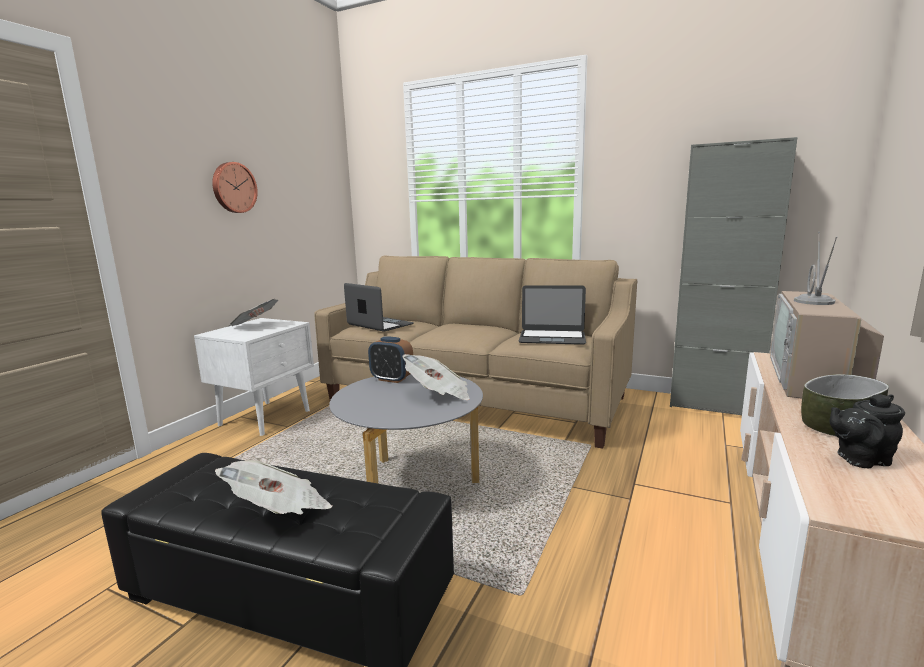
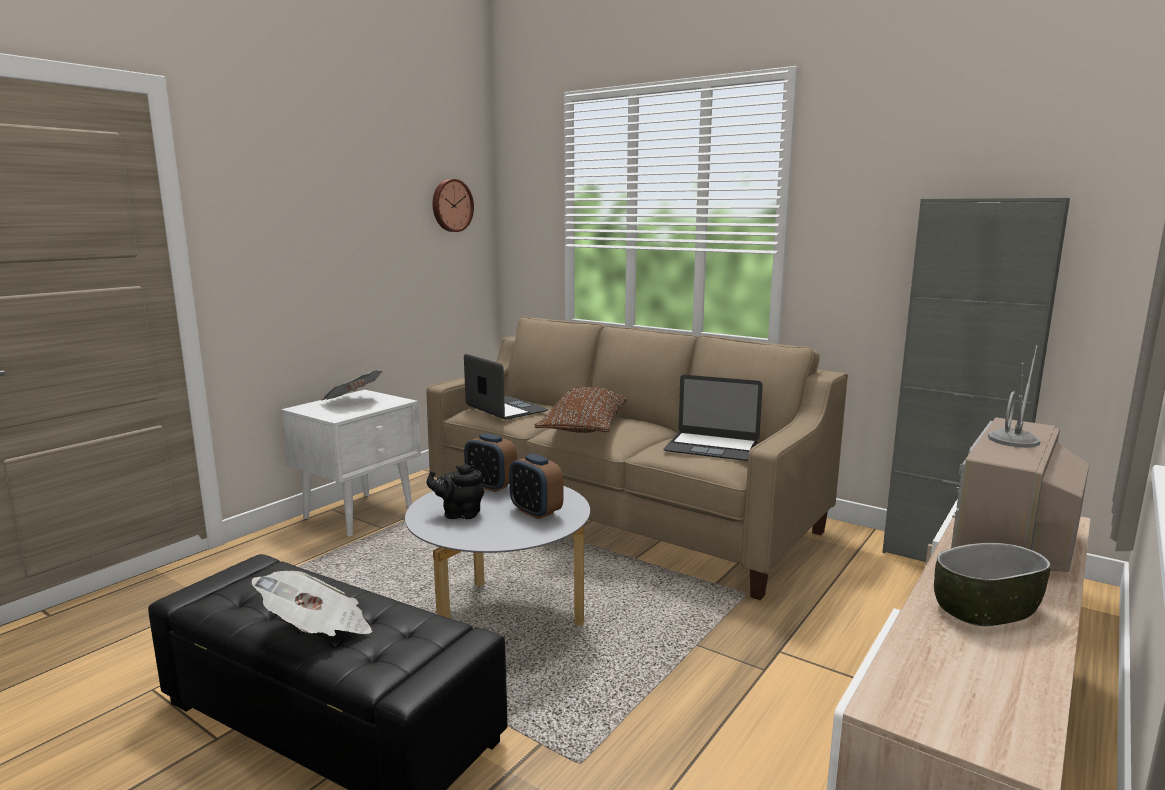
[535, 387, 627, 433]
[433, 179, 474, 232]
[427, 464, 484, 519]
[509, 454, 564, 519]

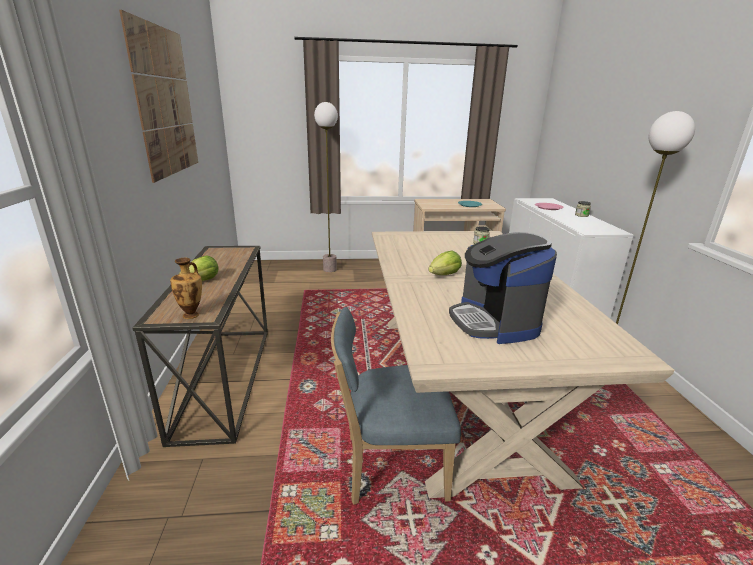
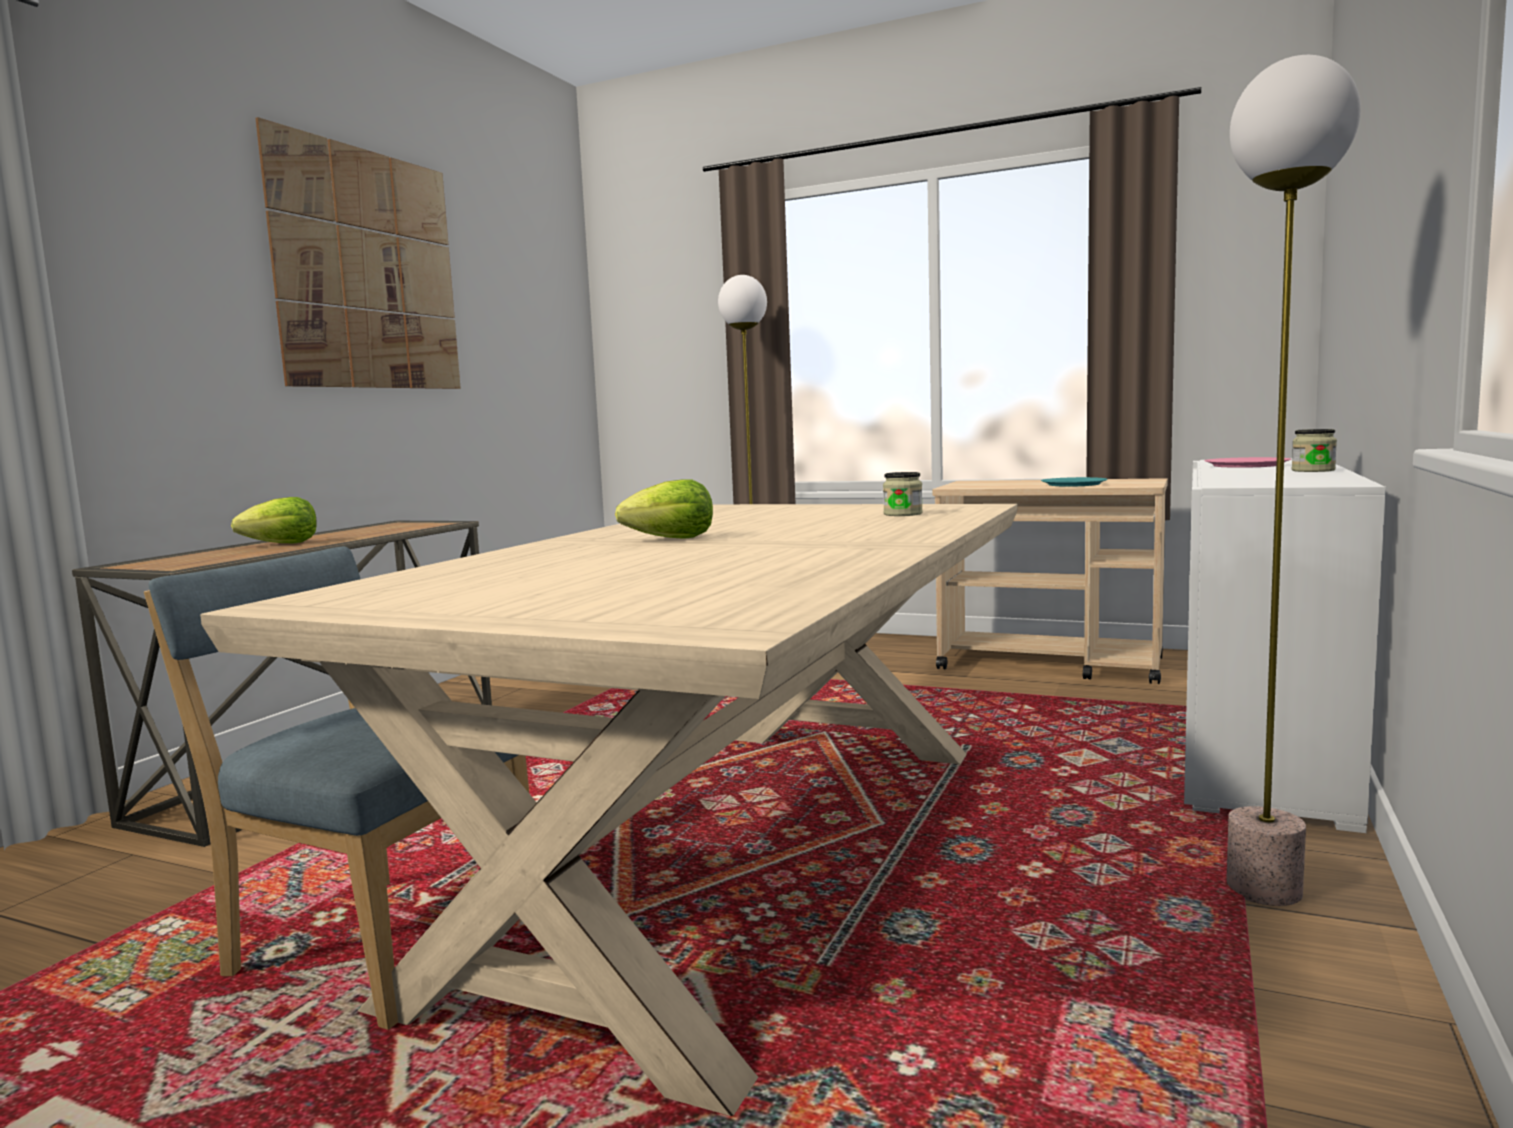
[170, 258, 202, 319] (first image)
[449, 232, 557, 344] (first image)

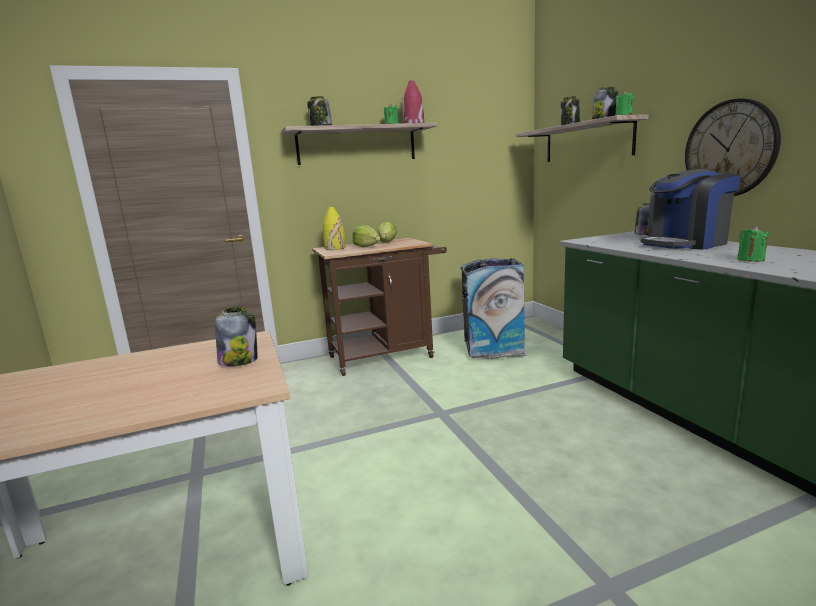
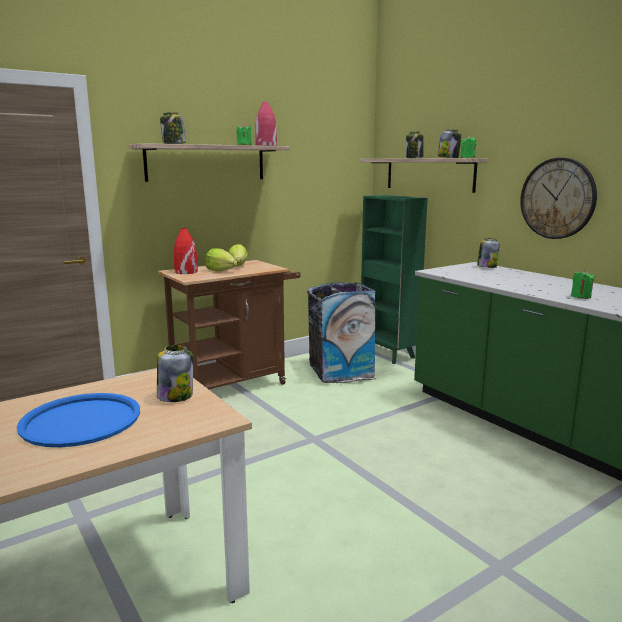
[641, 169, 741, 250] (first image)
[17, 393, 140, 447]
[361, 195, 428, 364]
[174, 228, 198, 274]

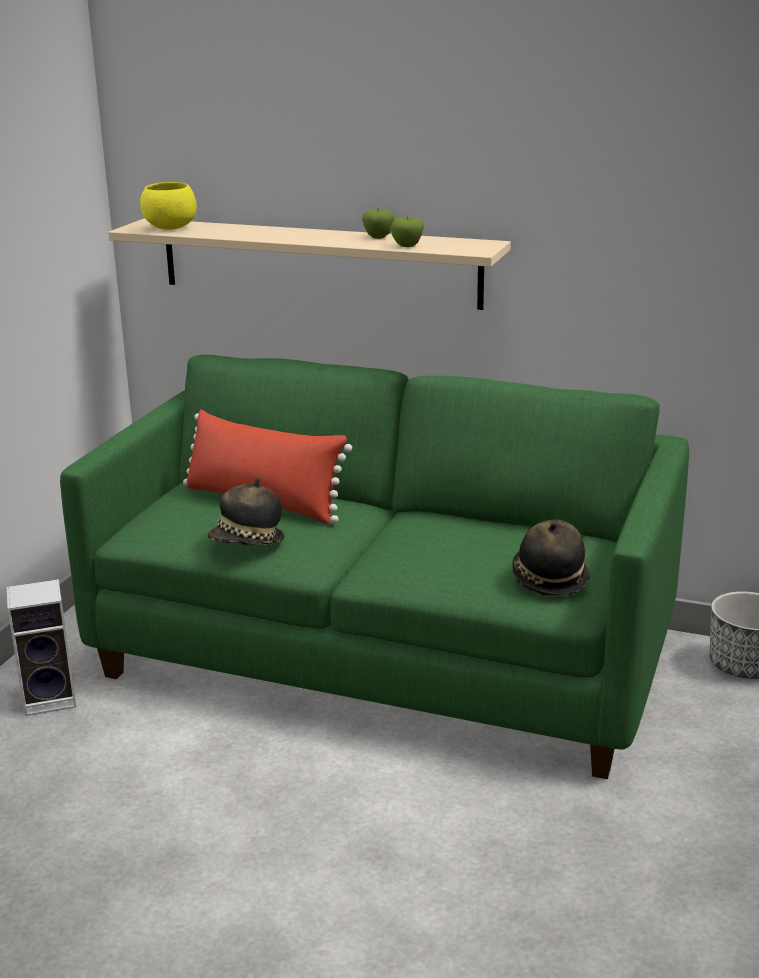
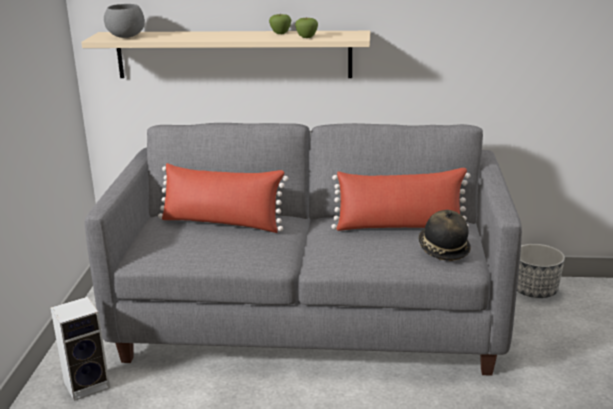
[208, 478, 284, 545] (first image)
[331, 168, 470, 231]
[85, 123, 522, 376]
[104, 4, 145, 38]

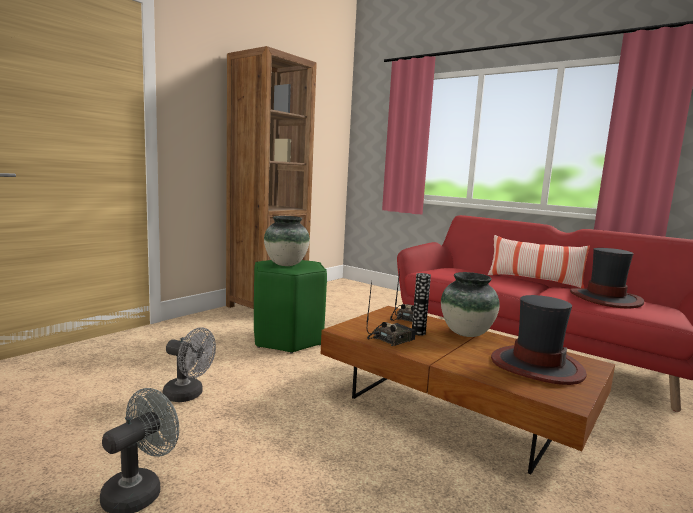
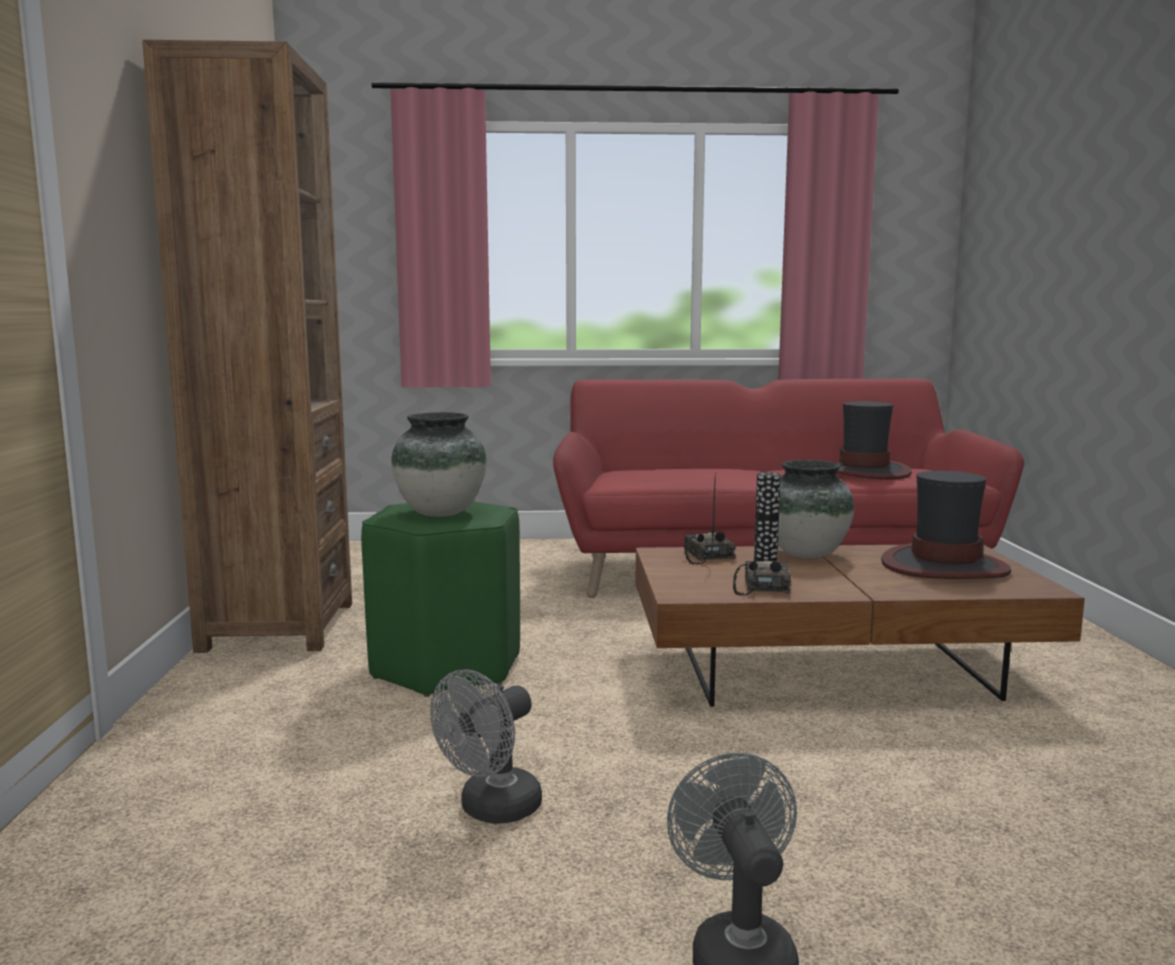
[488, 235, 590, 288] (first image)
[430, 669, 542, 824]

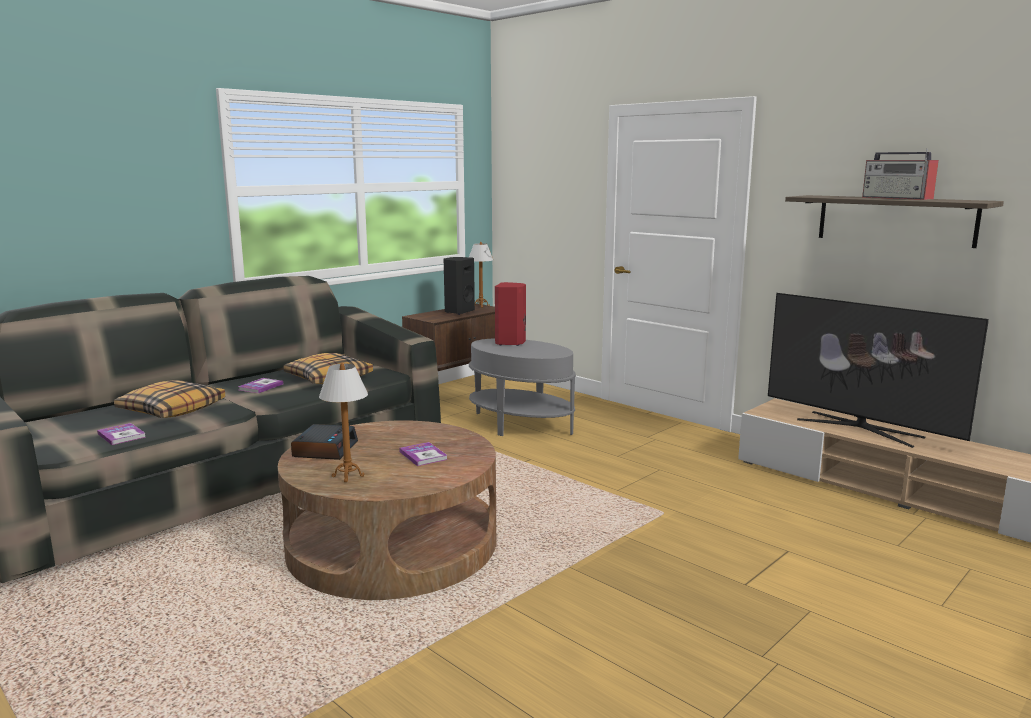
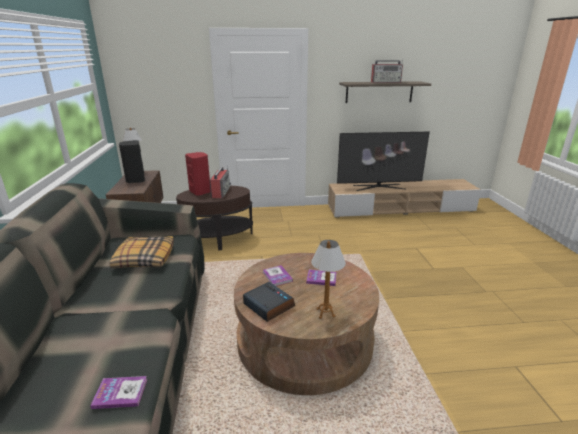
[114, 380, 225, 418] (first image)
[210, 165, 231, 199]
[263, 265, 293, 286]
[176, 186, 253, 251]

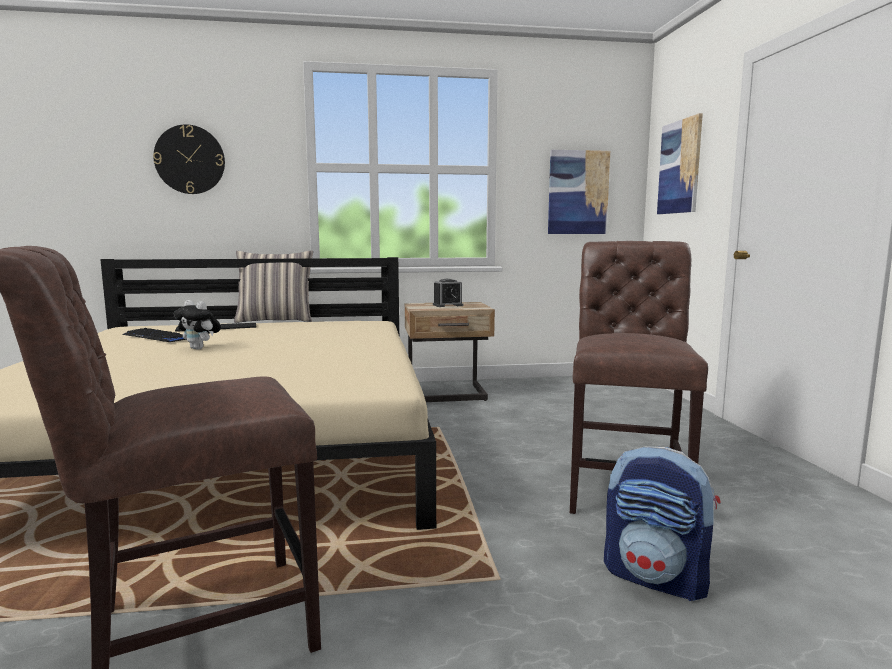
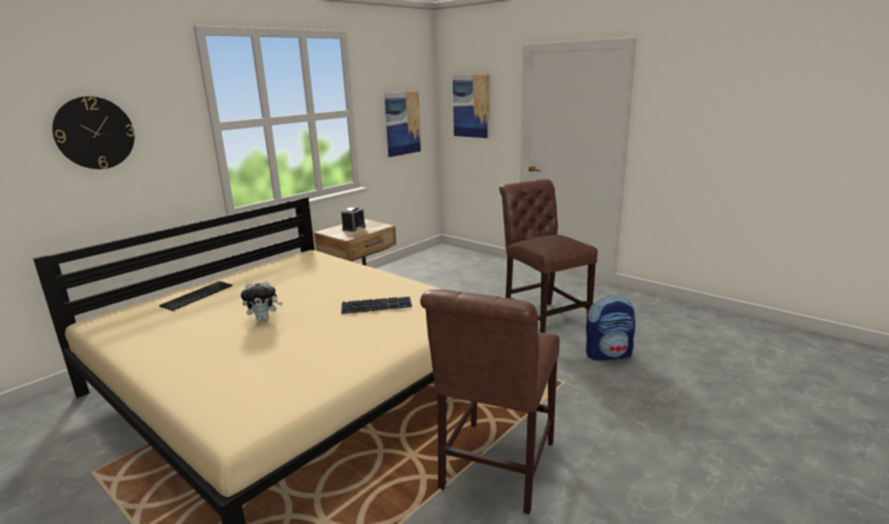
[234, 251, 313, 323] (first image)
[341, 297, 412, 314]

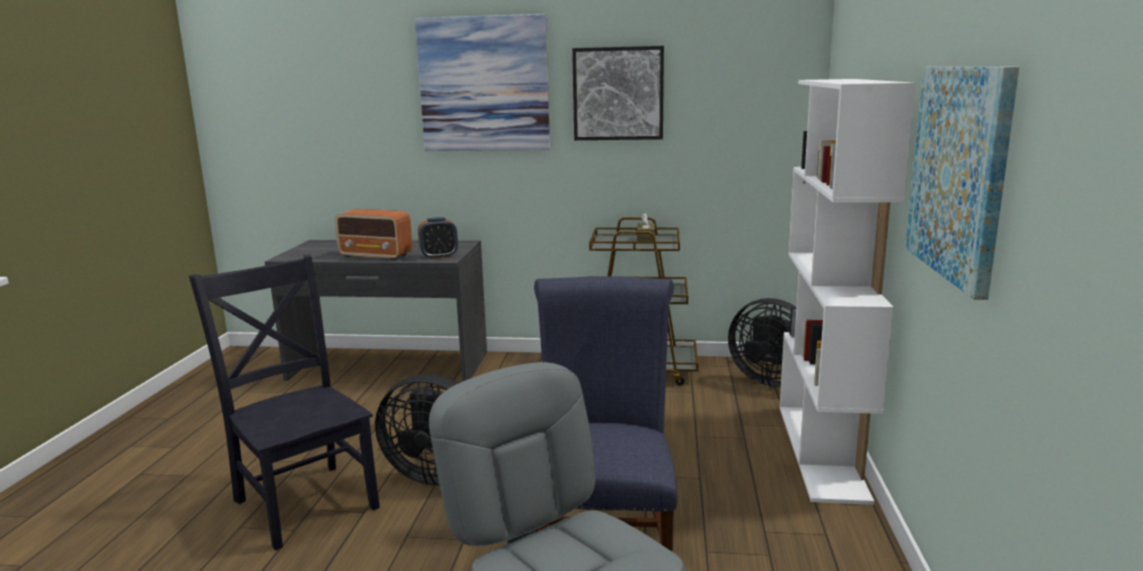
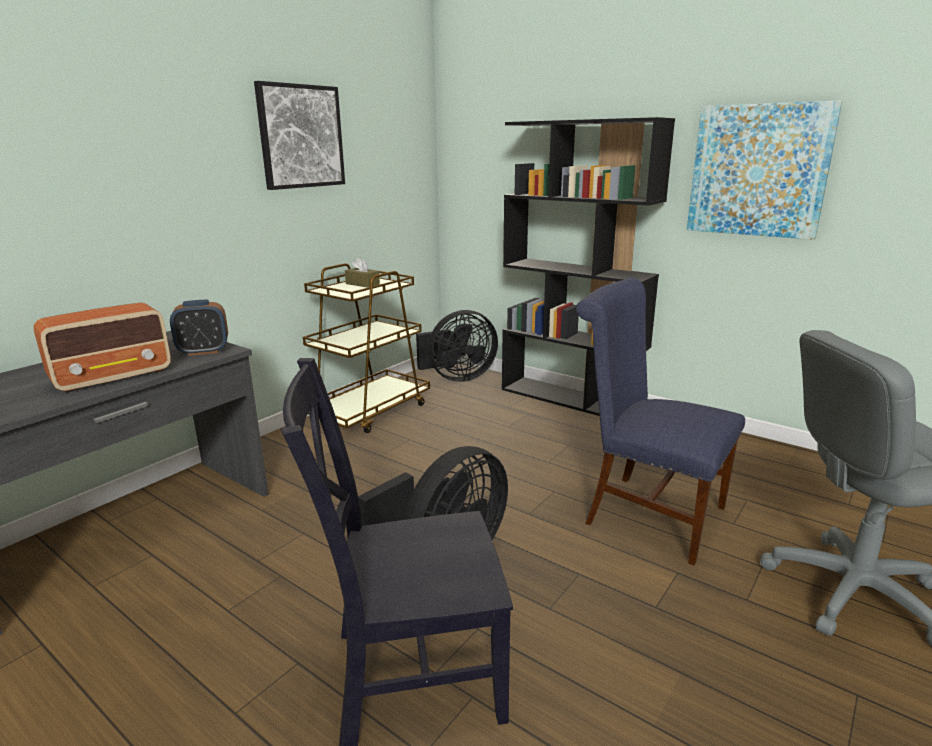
[415, 14, 550, 151] (first image)
[502, 117, 675, 416]
[170, 300, 228, 356]

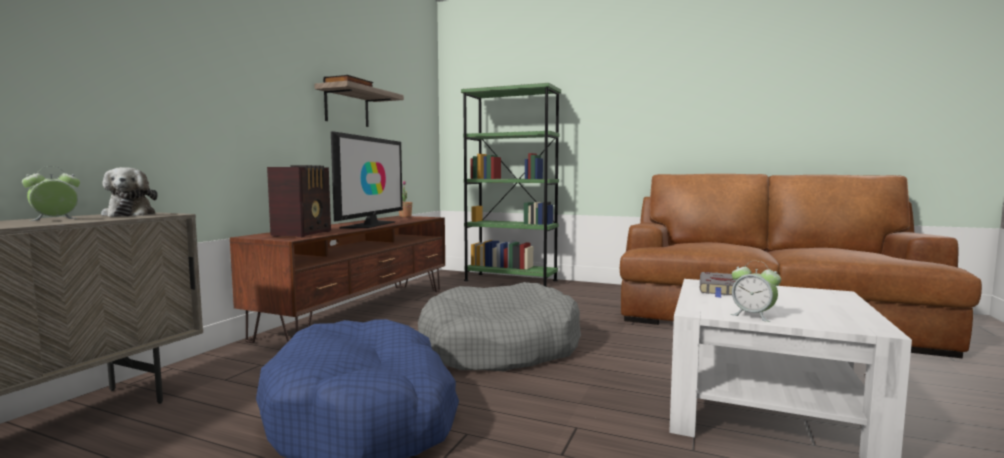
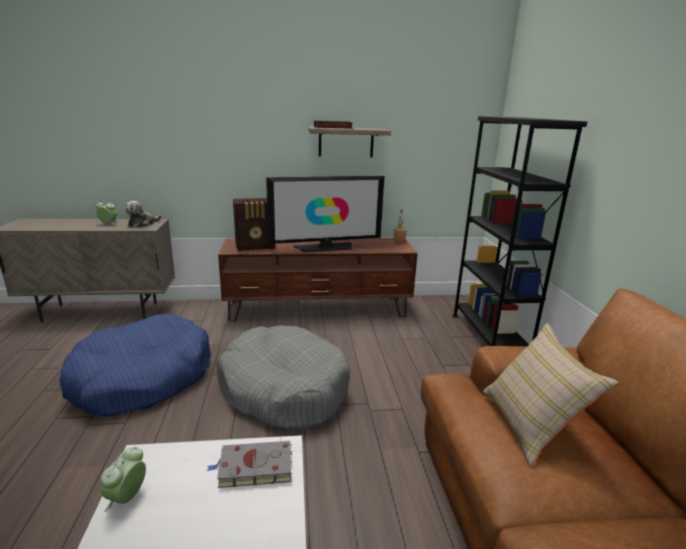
[483, 323, 618, 466]
[452, 116, 587, 347]

